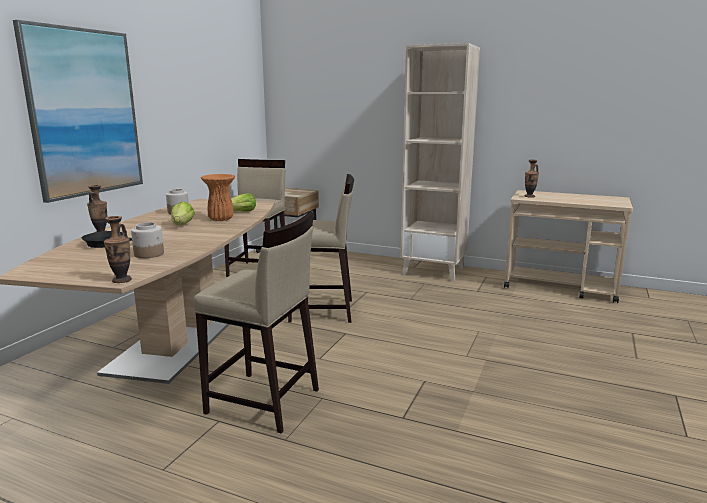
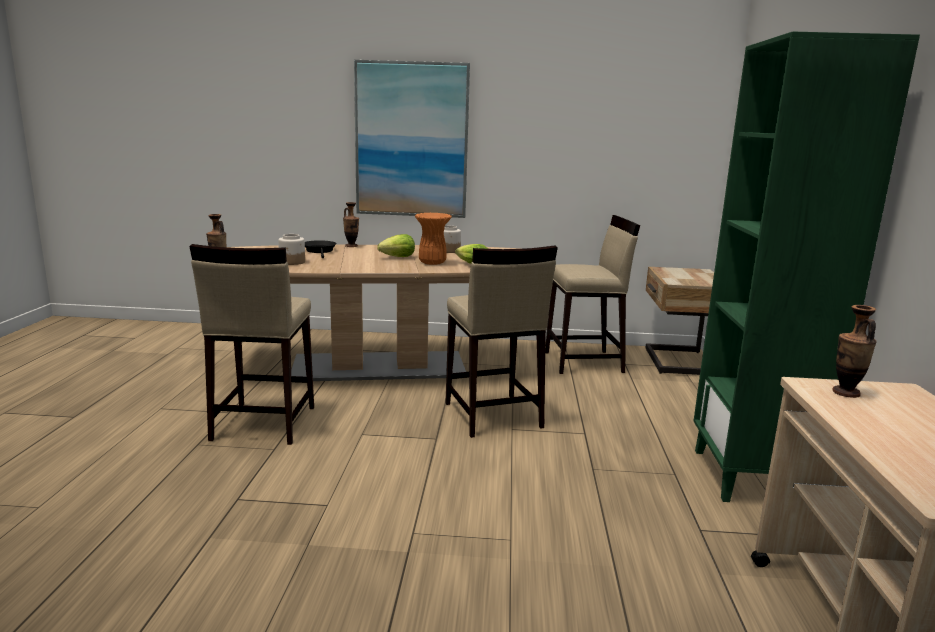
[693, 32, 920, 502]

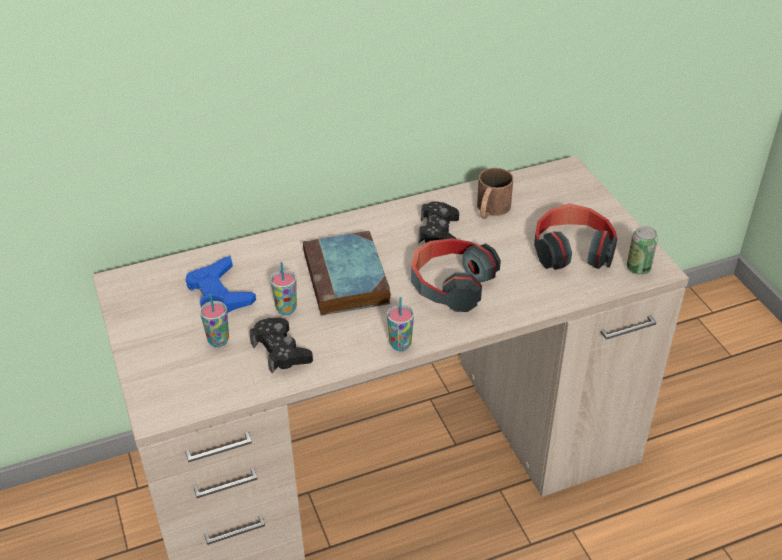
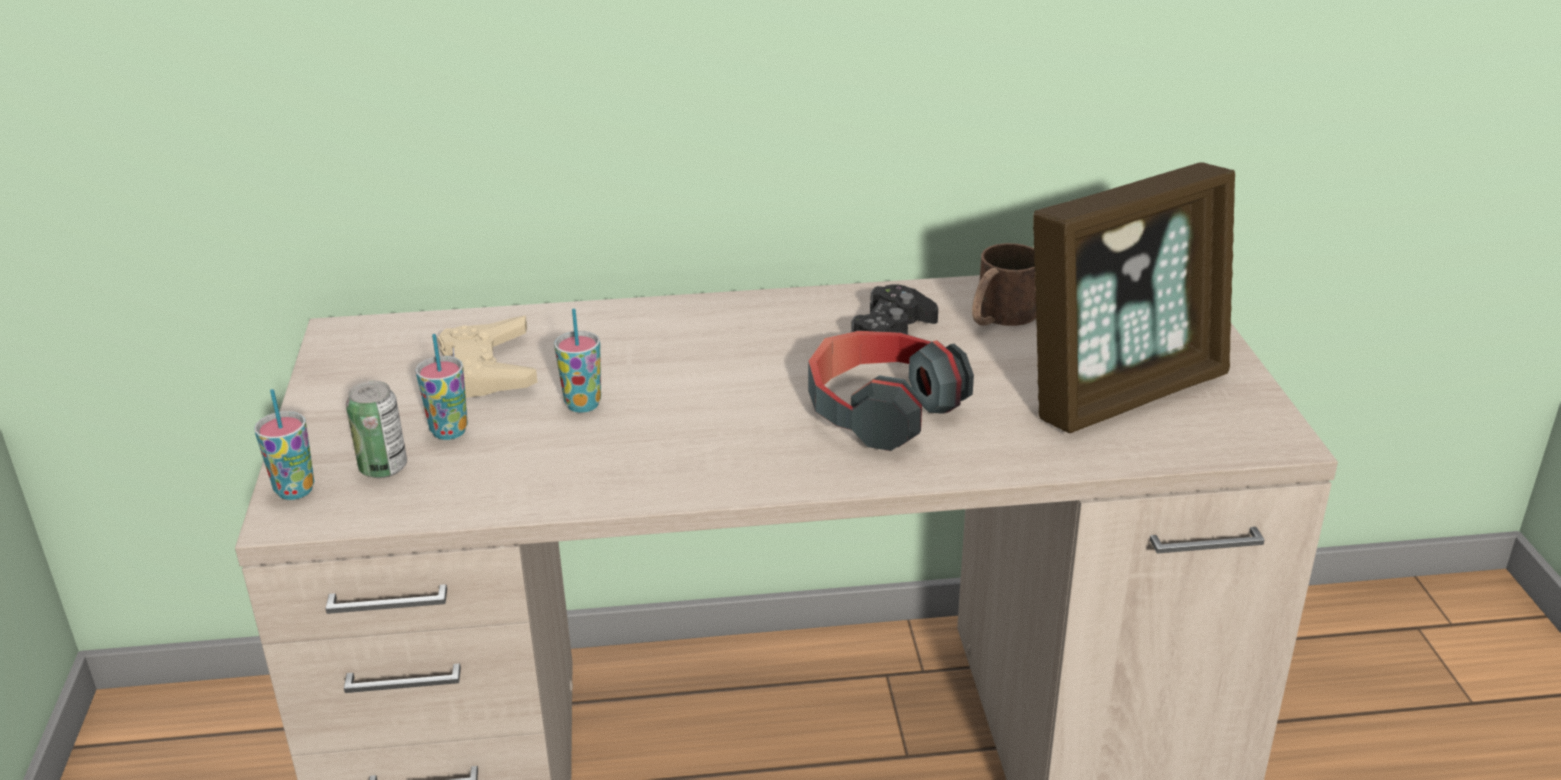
[249, 318, 313, 374] (first image)
[303, 231, 391, 315] (first image)
[254, 389, 315, 500]
[346, 381, 407, 478]
[1033, 162, 1235, 433]
[438, 315, 538, 398]

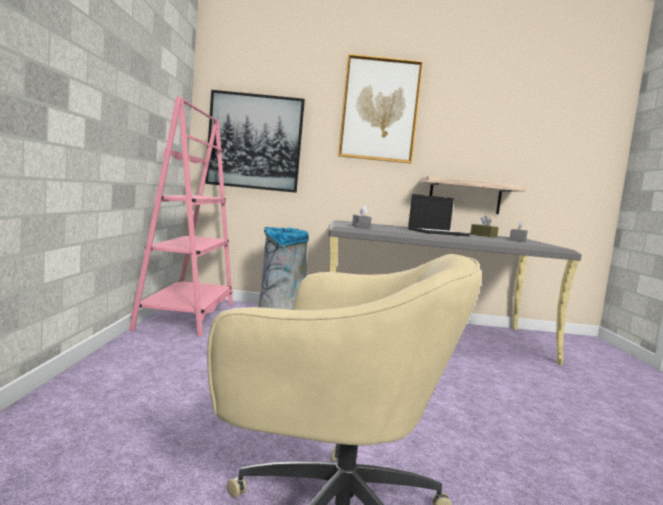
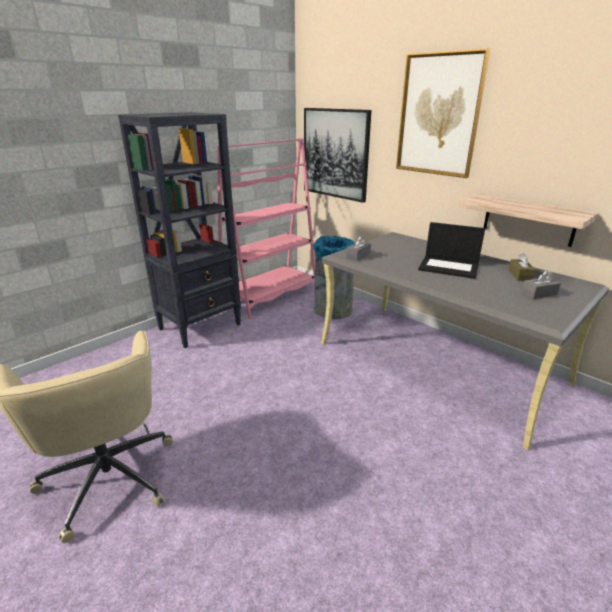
[118, 112, 241, 348]

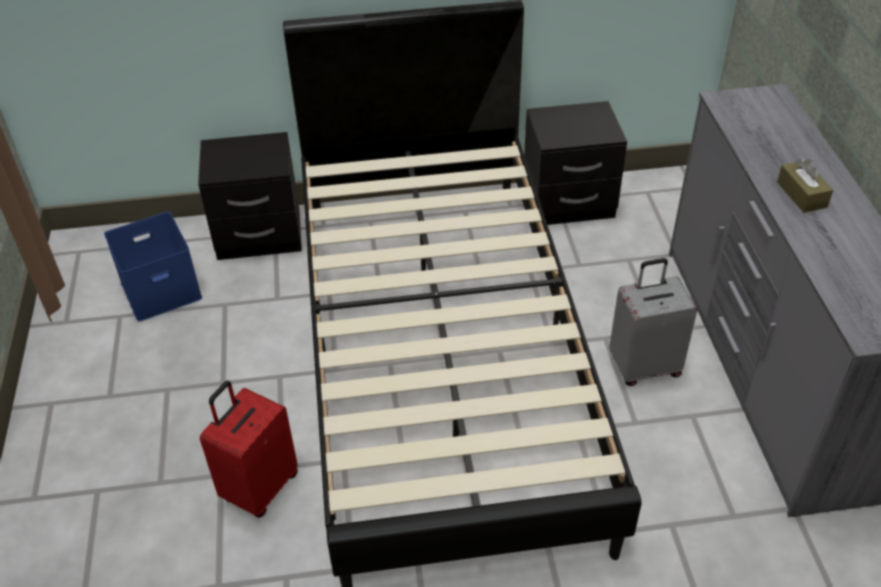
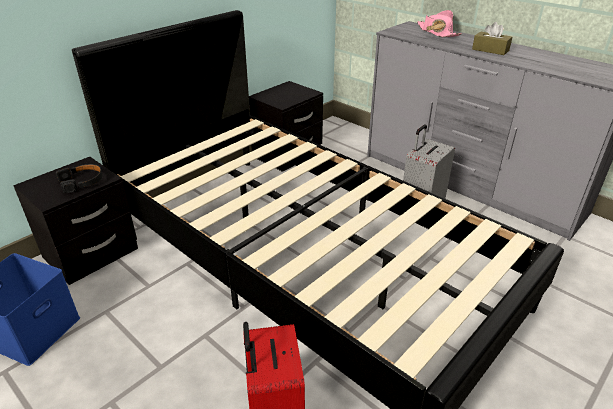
[56, 164, 103, 193]
[417, 10, 462, 37]

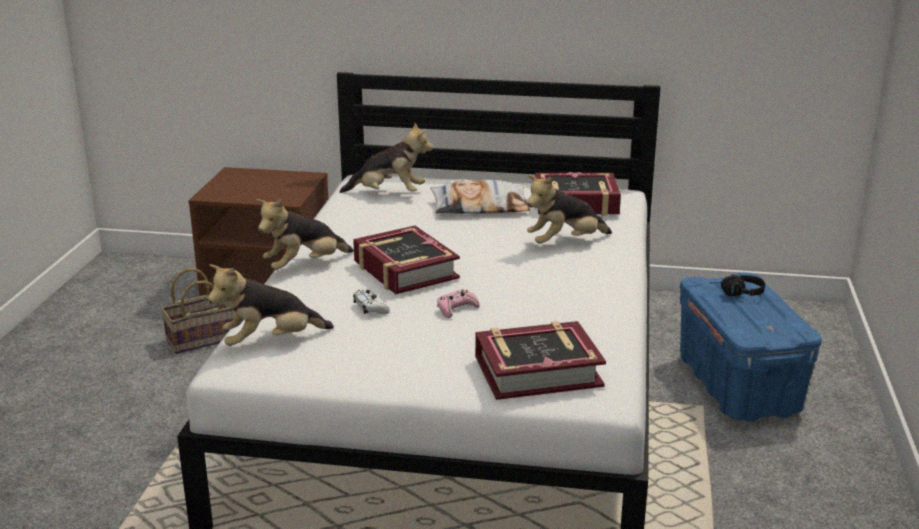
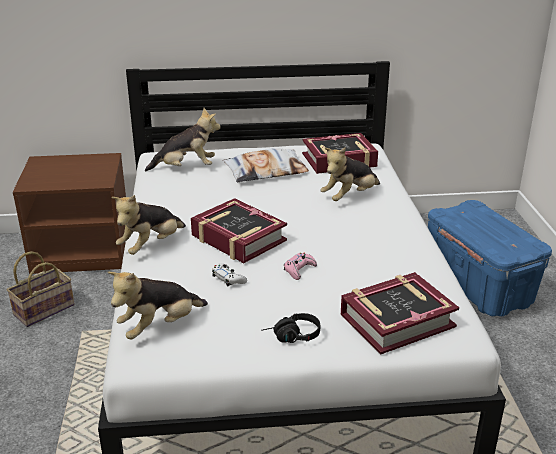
[261, 313, 320, 343]

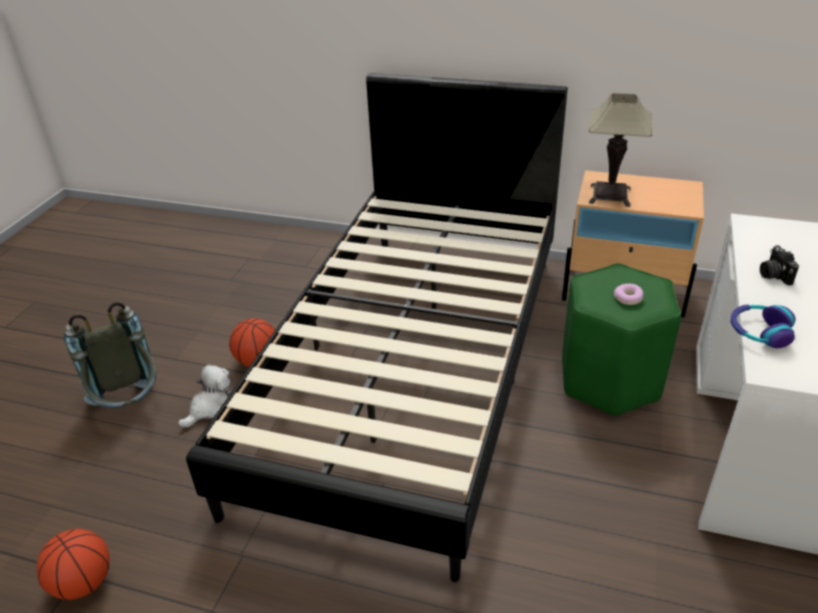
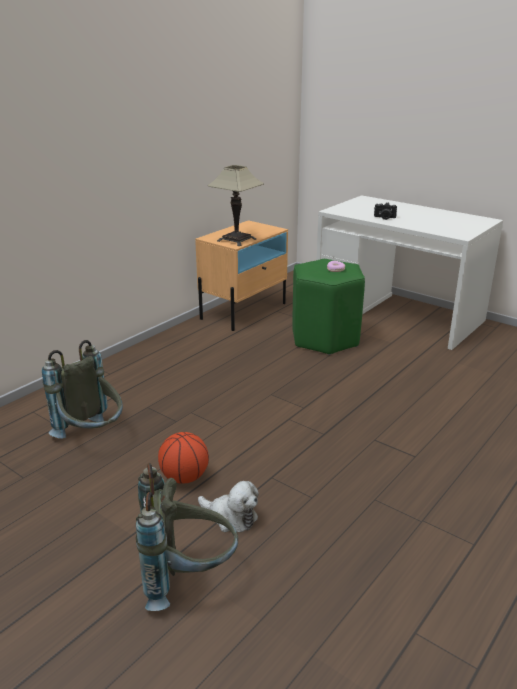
[37, 529, 110, 600] (first image)
[186, 73, 568, 582] (first image)
[731, 305, 796, 348] (first image)
[42, 340, 123, 439]
[198, 481, 259, 532]

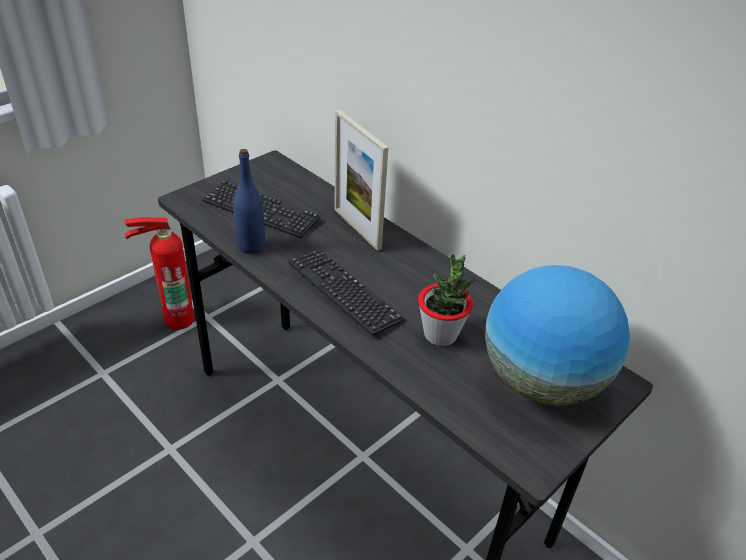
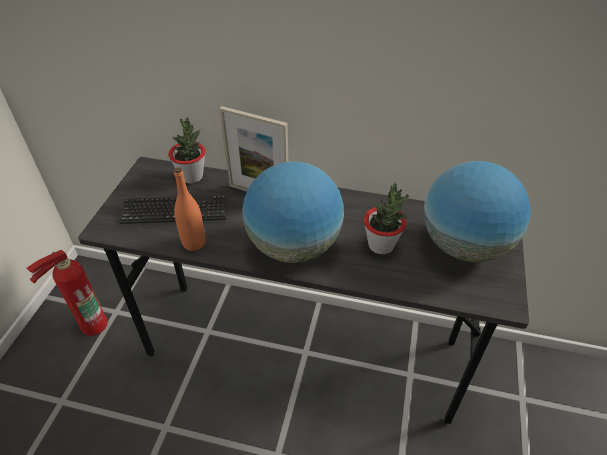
[168, 117, 206, 184]
[242, 162, 344, 263]
[174, 167, 205, 251]

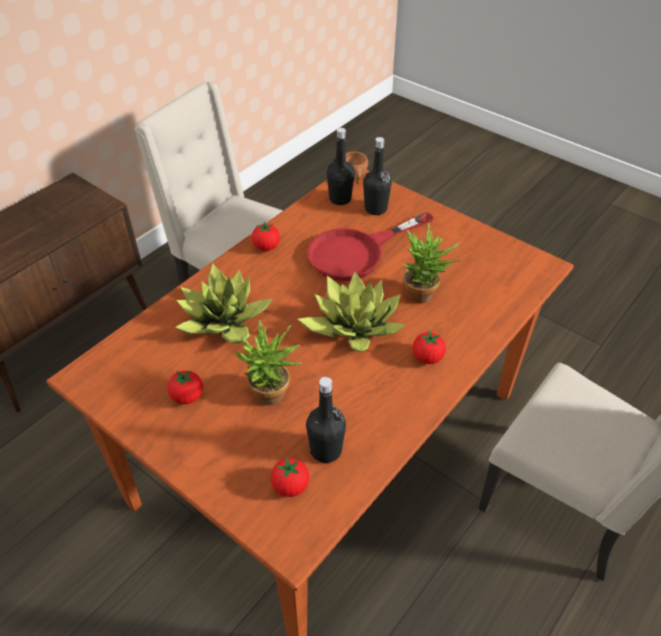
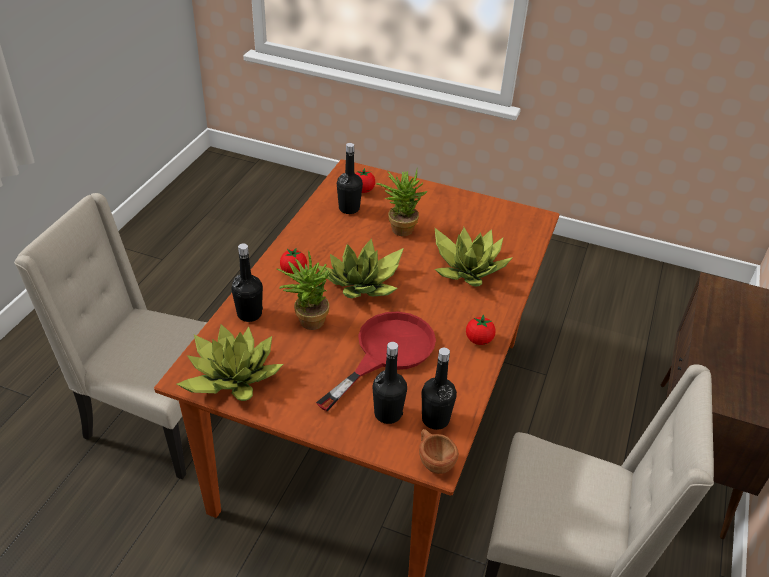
[167, 370, 203, 404] (first image)
[177, 324, 283, 401]
[232, 243, 263, 322]

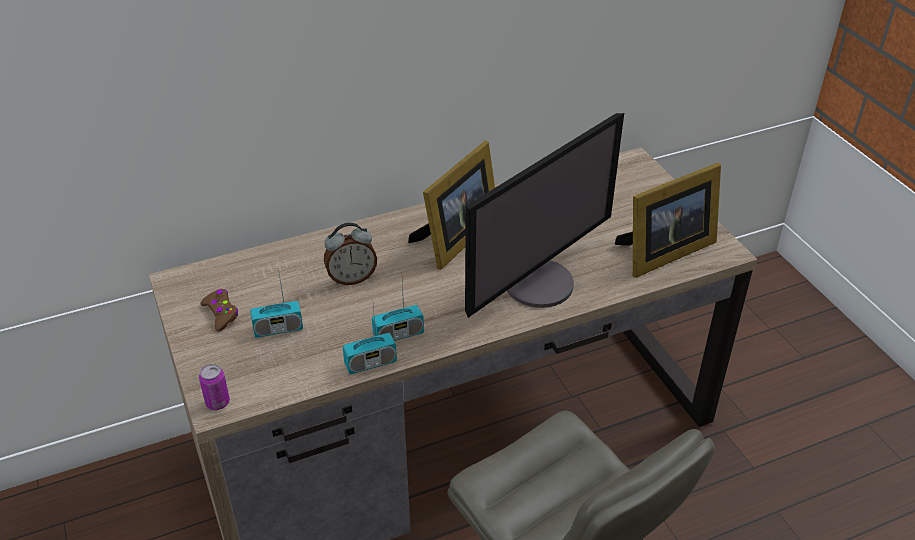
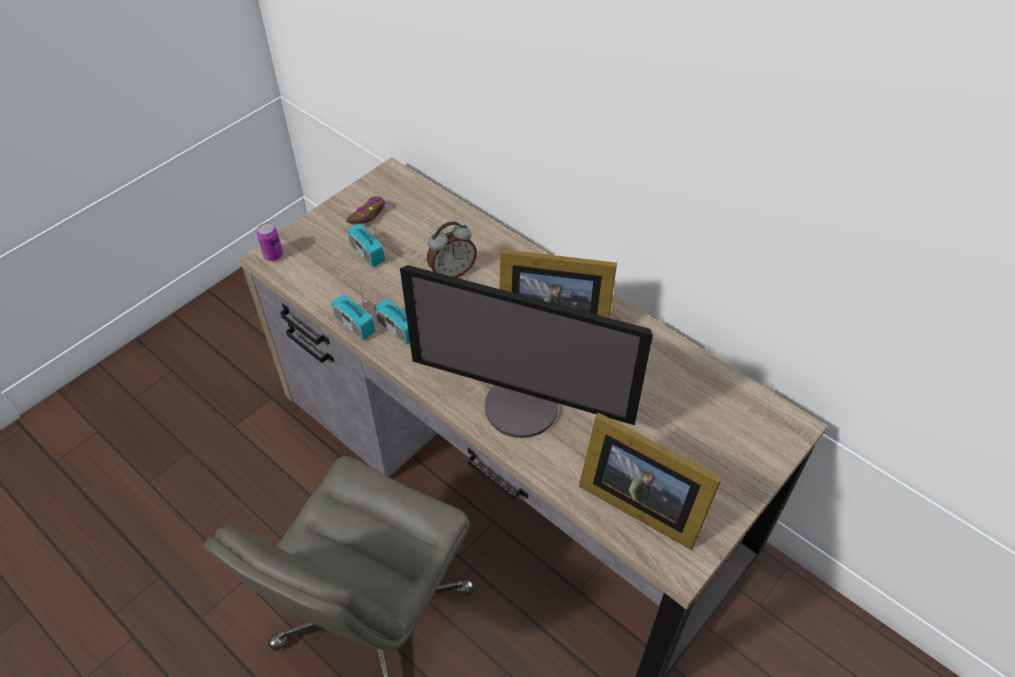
[427, 221, 477, 278]

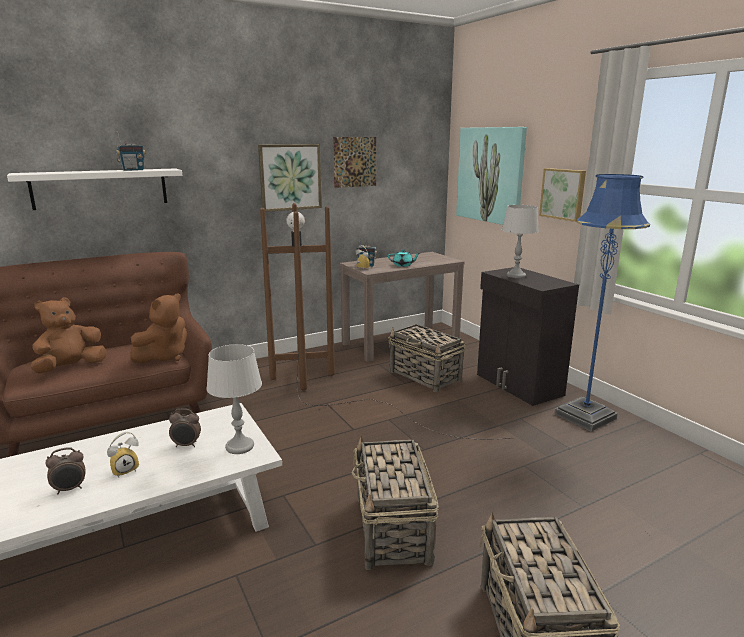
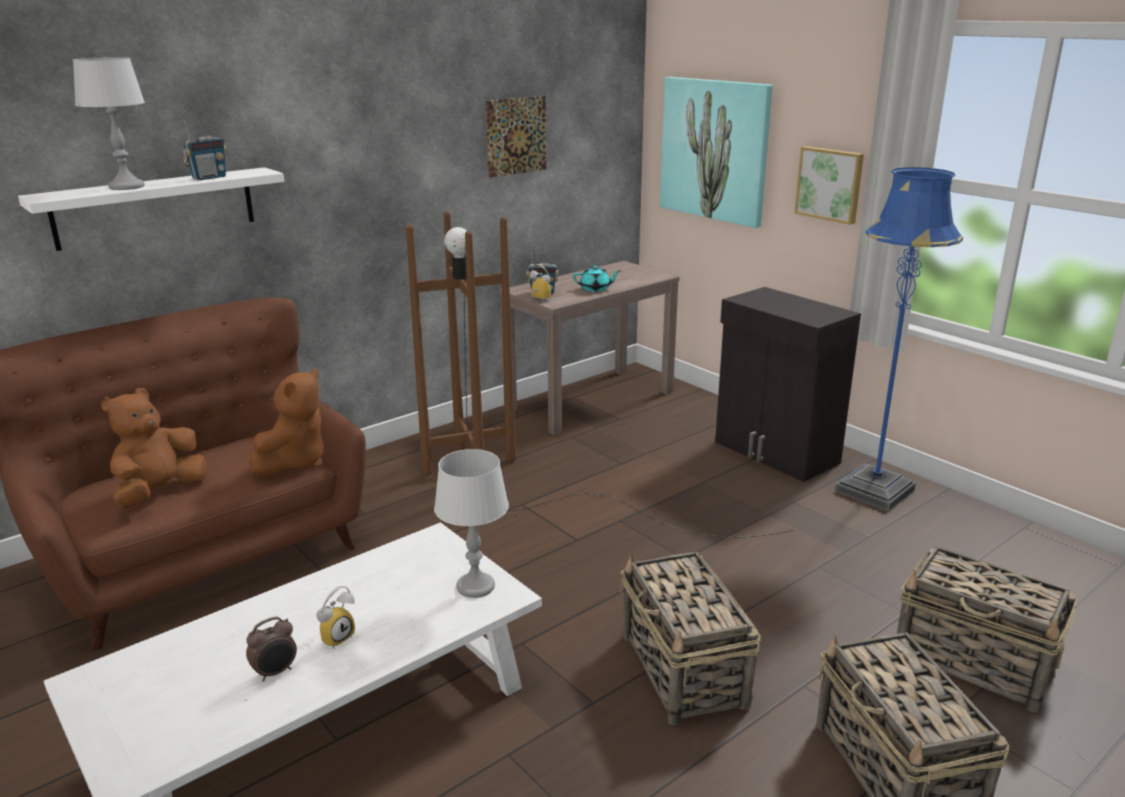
[169, 409, 201, 447] (first image)
[258, 144, 322, 212] (first image)
[897, 546, 1078, 712]
[73, 57, 145, 190]

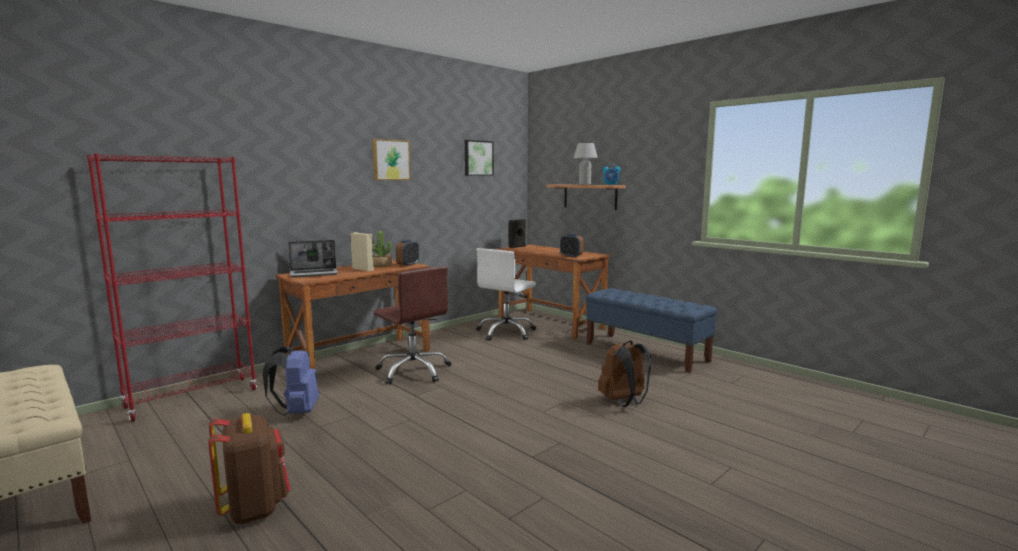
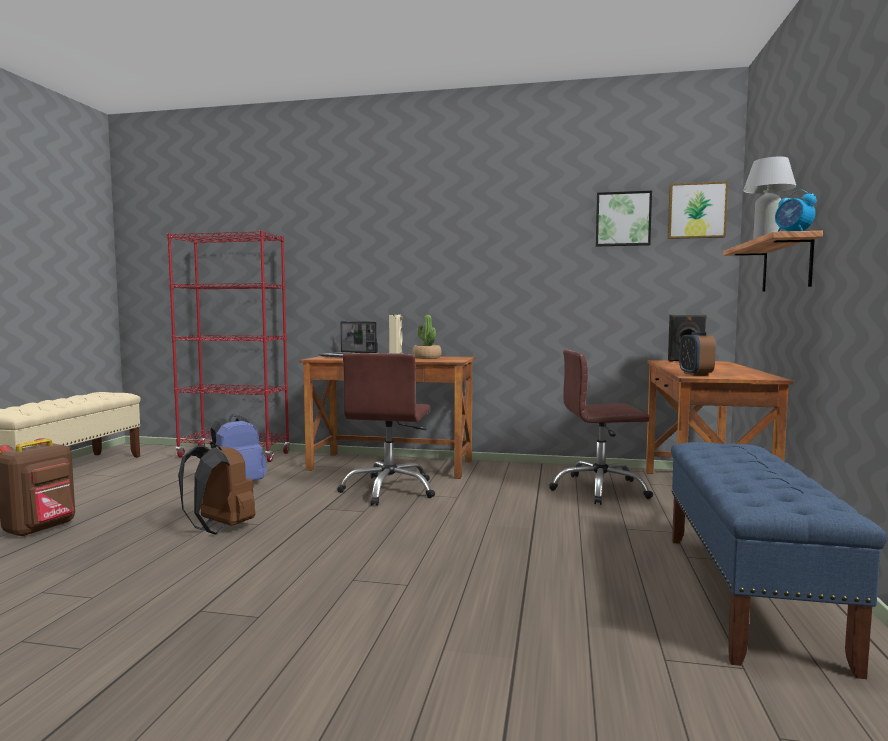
[396, 240, 419, 267] (first image)
[668, 181, 728, 239]
[178, 442, 256, 535]
[549, 350, 653, 505]

